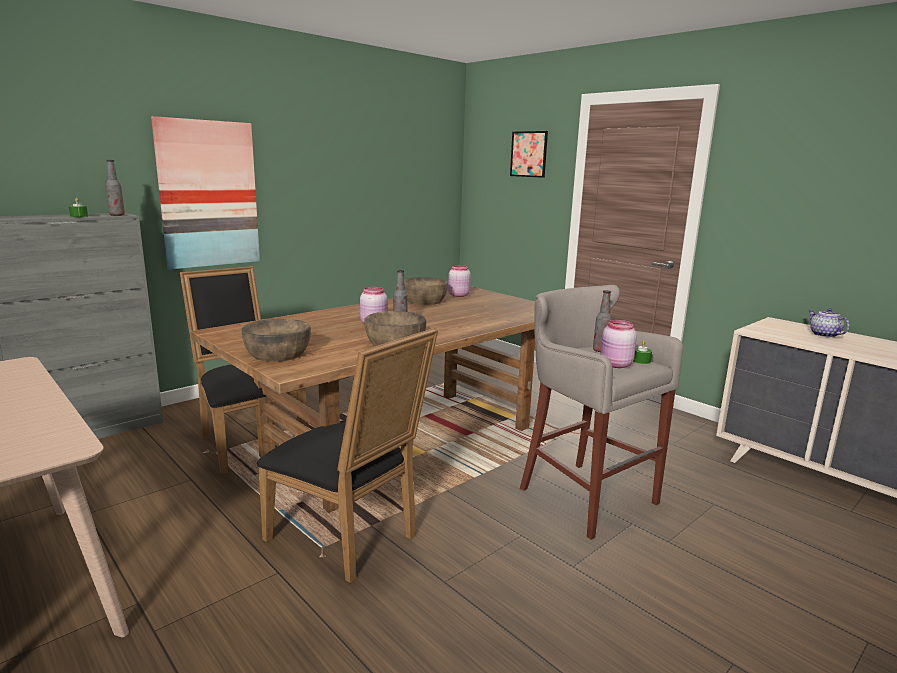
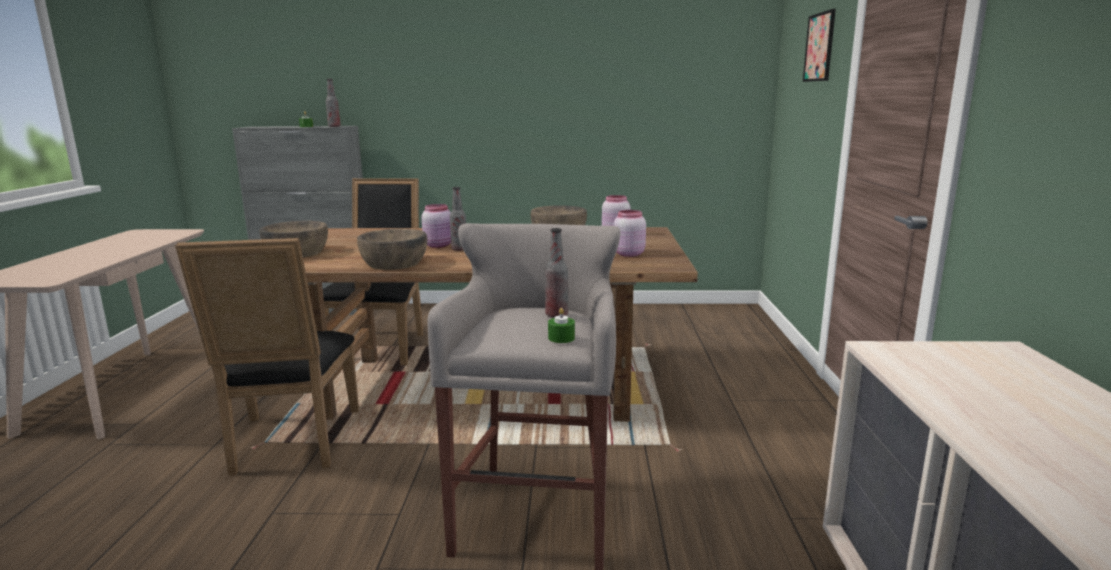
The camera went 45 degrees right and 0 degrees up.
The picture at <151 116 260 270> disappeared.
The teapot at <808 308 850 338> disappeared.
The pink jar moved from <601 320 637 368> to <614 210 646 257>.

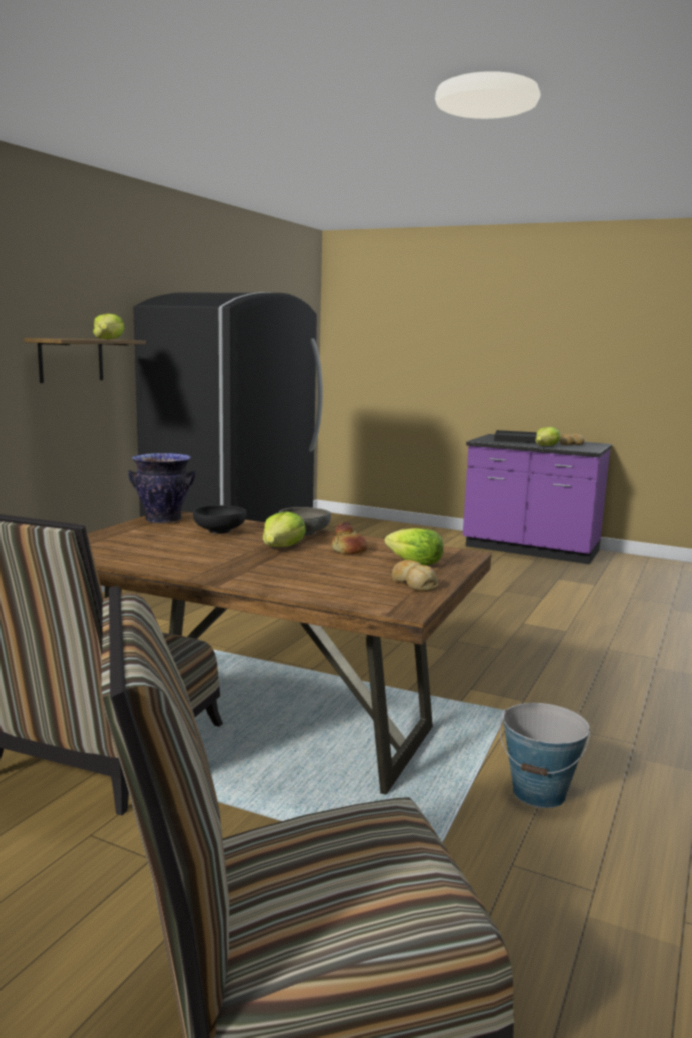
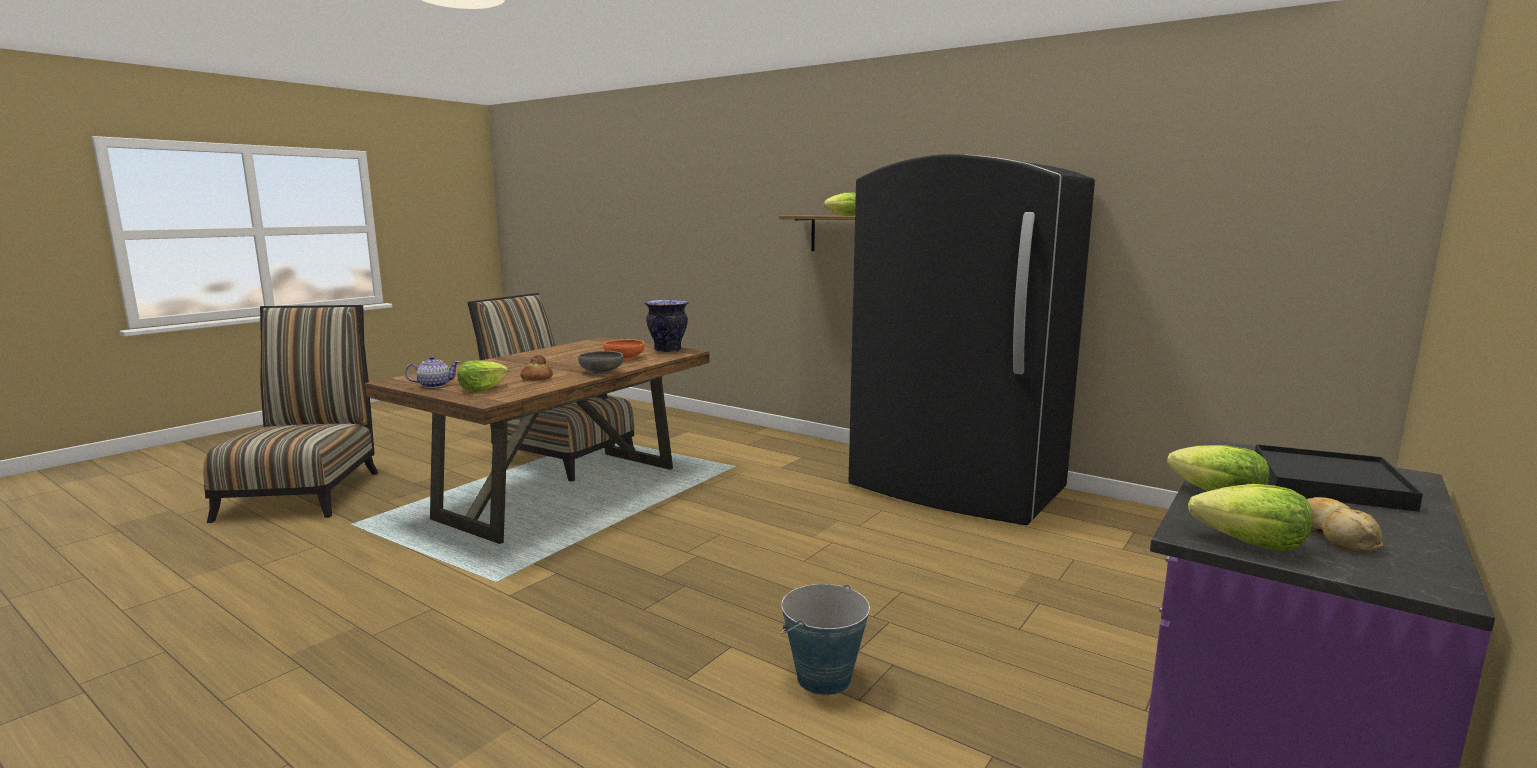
The camera went 100 degrees right and 0 degrees up.
The black bowl at <193 505 246 534> became the orange bowl at <603 339 645 360>.
The lettuce moved from <263 511 306 547> to <1188 484 1313 551>.
The bread at <392 560 438 592> was replaced by the teapot at <405 356 460 388>.
The bucket moved from <500 703 590 808> to <781 584 870 695>.

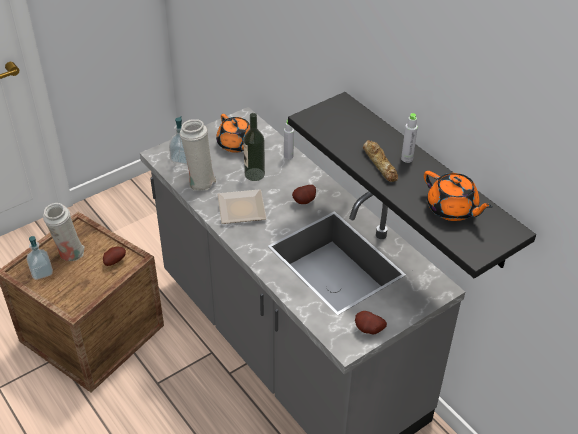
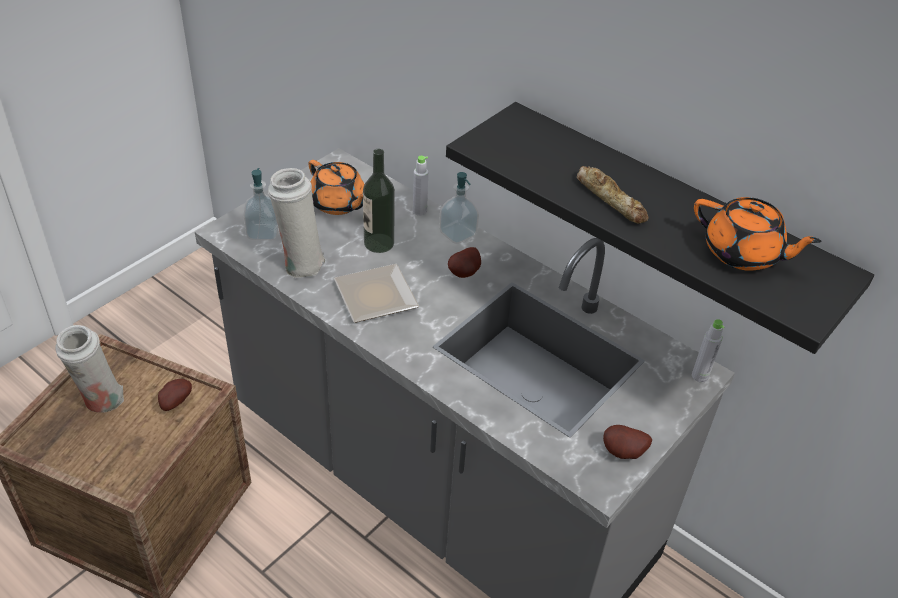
The camera went 15 degrees left and 0 degrees up.
The grey bottle moved from <401 113 418 163> to <692 319 724 383>.
The soap dispenser moved from <26 236 53 280> to <439 172 479 244>.

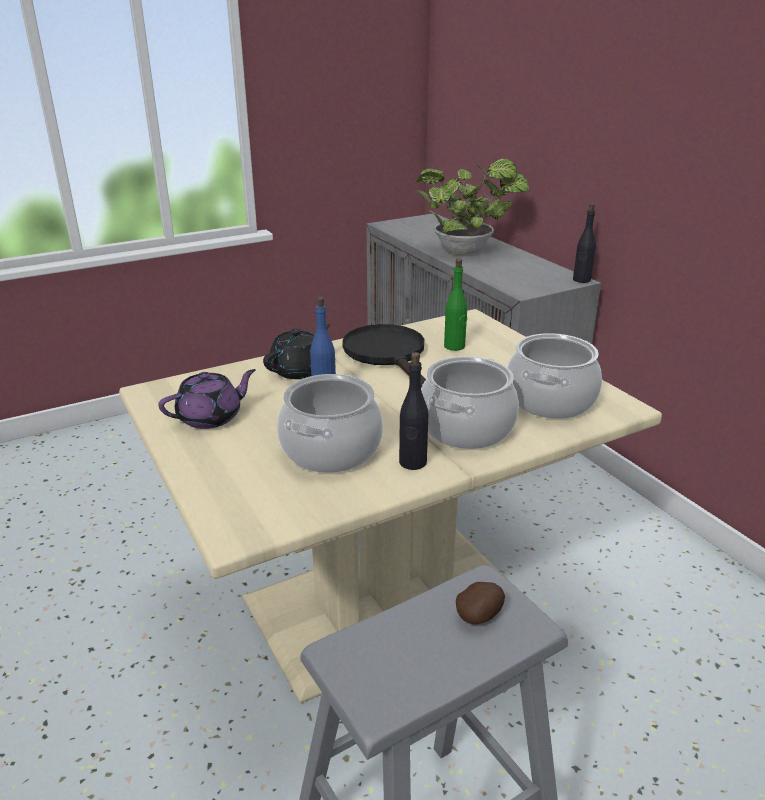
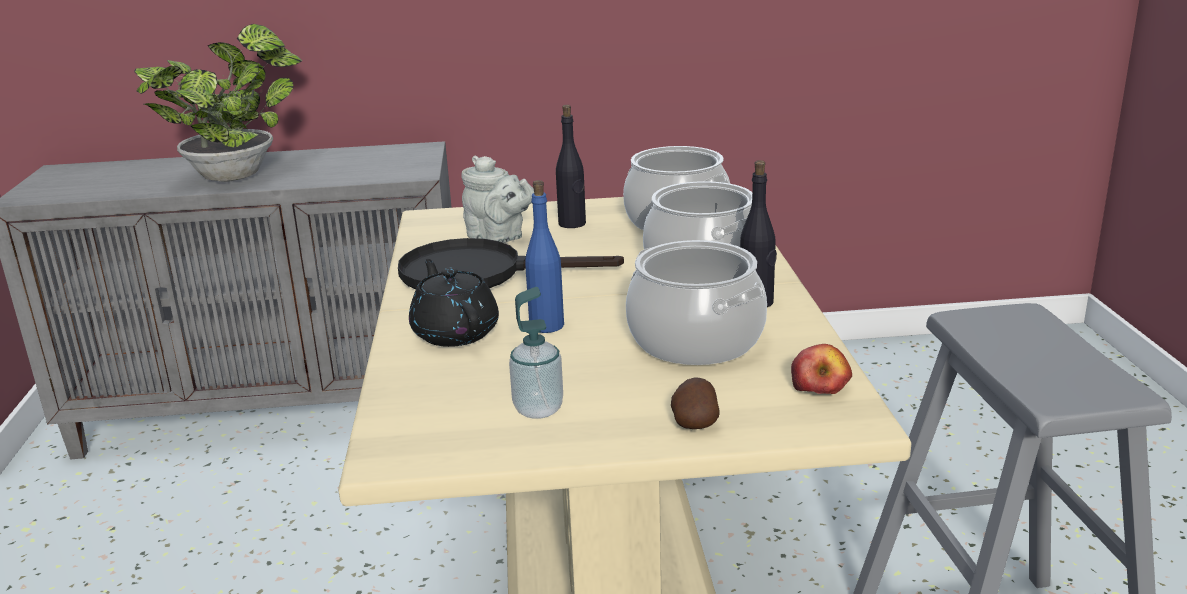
The camera went 65 degrees left and 5 degrees down.
The black bottle moved from <573 203 596 283> to <556 105 586 228>.
The green bottle at <444 258 467 351> was replaced by the grey teapot at <461 156 534 243>.
The purple teapot at <158 369 256 429> was replaced by the soap dispenser at <509 287 563 419>.
The potato moved from <456 582 505 624> to <671 378 720 429>.
The apple at <791 344 852 394> appeared.

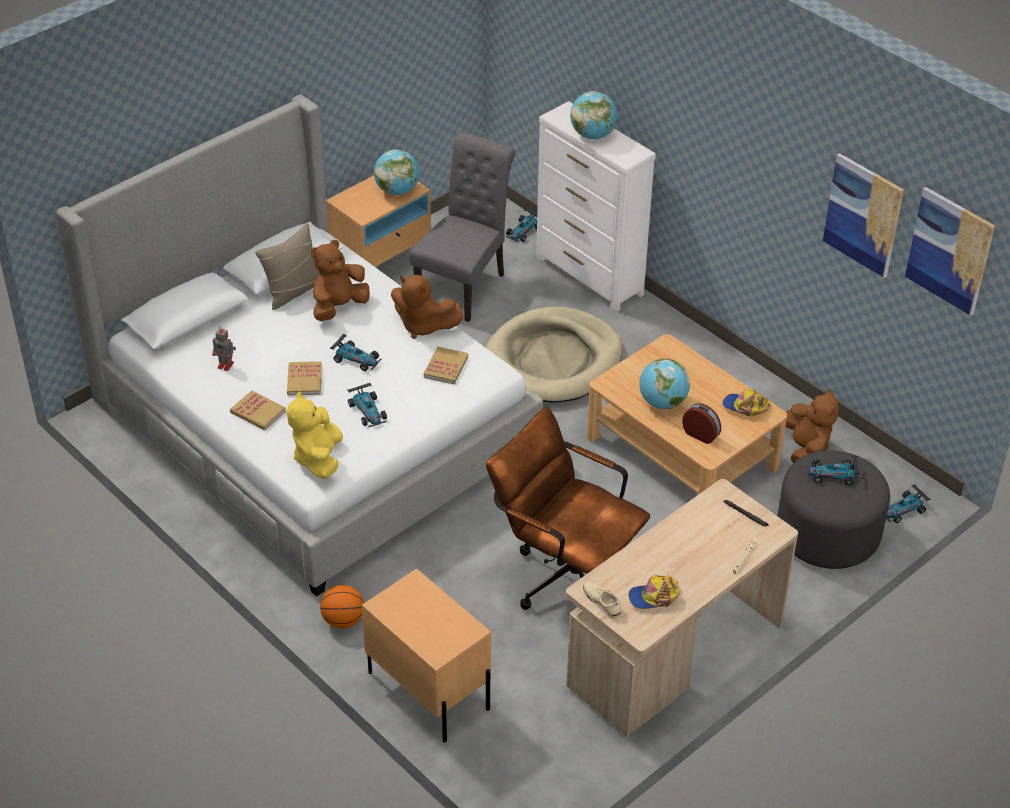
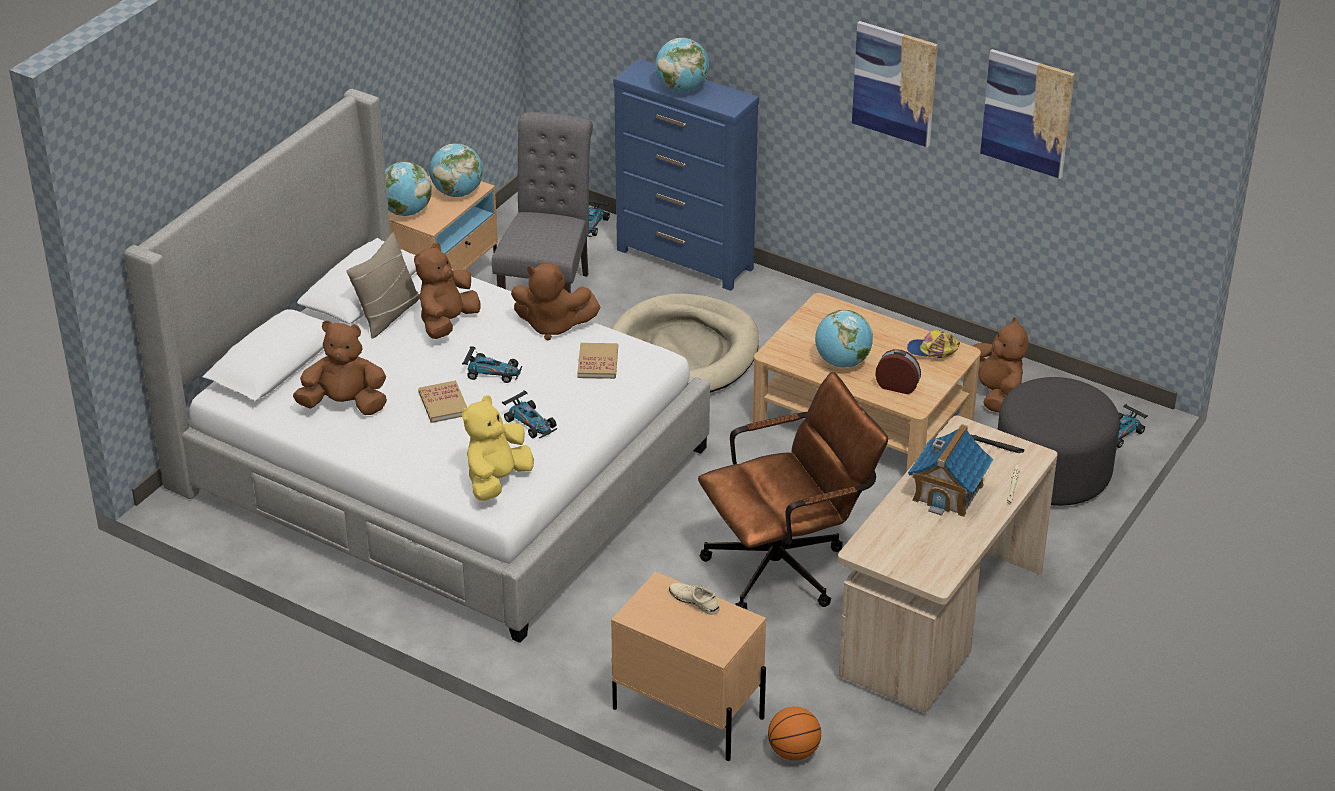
The camera went 15 degrees left and 5 degrees down.
The white dresser at <536 101 656 312> became the blue dresser at <613 59 759 291>.
The picture moved from <905 187 995 316> to <852 21 938 147>.
The toy robot at <212 327 236 371> was replaced by the brown plush toy at <293 320 387 415>.
The book at <230 390 286 430> disappeared.
The yellow plush toy at <287 392 343 479> turned 45 degrees clockwise.
The brown office chair at <486 406 650 610> turned 135 degrees clockwise.
The toy car at <807 455 860 486> disappeared.
The cap at <629 575 680 609> disappeared.
The beige shoe moved from <583 582 622 619> to <669 583 720 615>.
The basketball moved from <320 585 364 629> to <768 707 821 761>.
The globe at <385 162 432 216> appeared.
The toy house at <908 424 993 517> appeared.

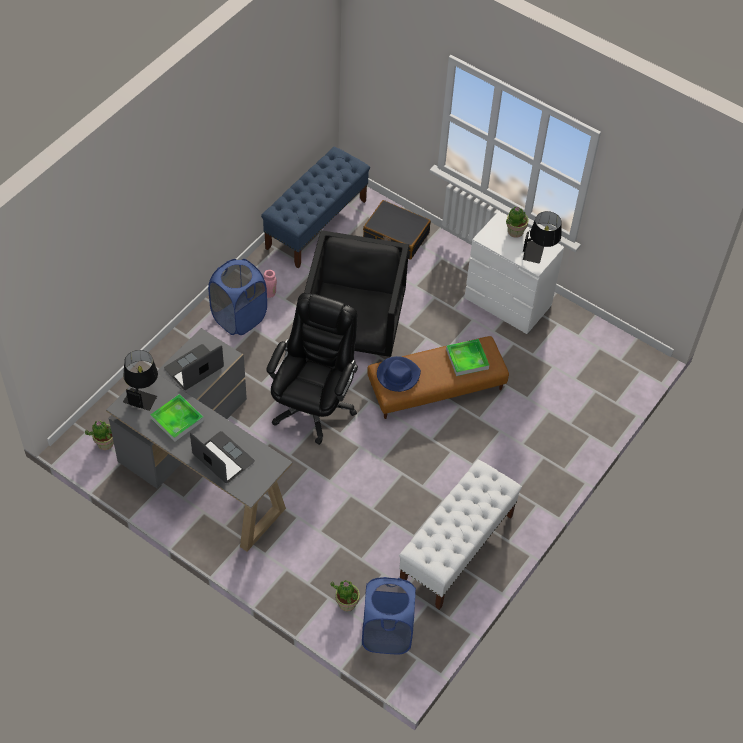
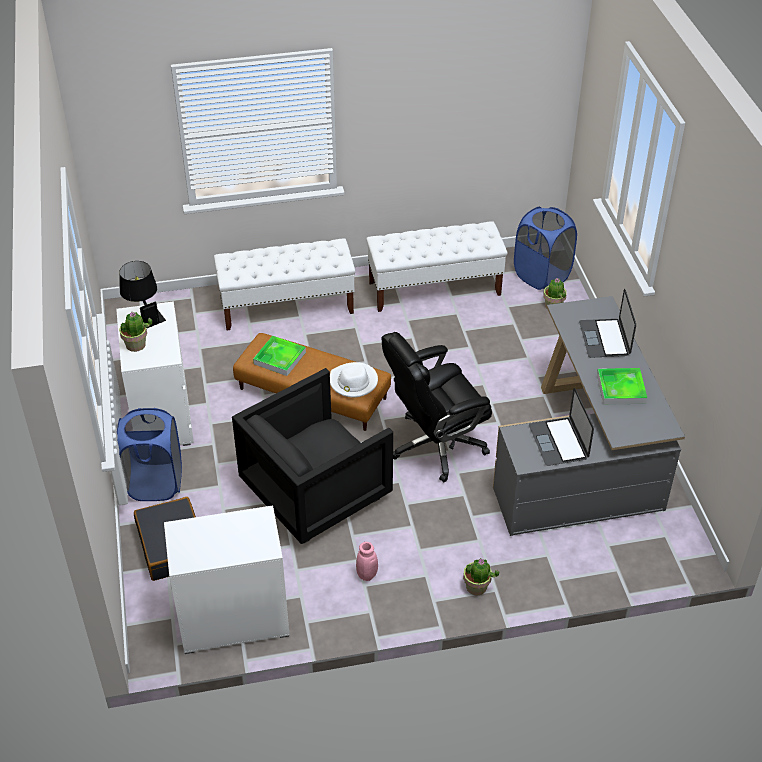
The camera went 135 degrees left and 10 degrees down.
The blue bench at <261 147 370 268> was replaced by the white dresser at <164 505 289 654>.
The blue laundry basket moved from <208 259 267 335> to <117 408 182 501>.
The laptop at <164 344 224 390> turned 75 degrees clockwise.
The black table lamp at <123 350 158 411> disappeared.
The blue hat at <377 356 421 392> became the white hat at <330 362 378 398>.
The potted plant moved from <85 420 114 450> to <463 558 499 596>.
The white bench at <214 238 355 331> appeared.

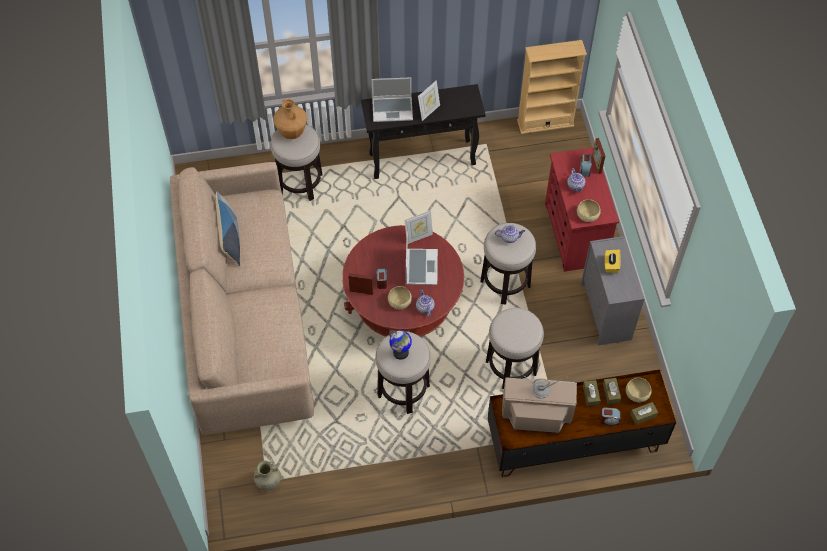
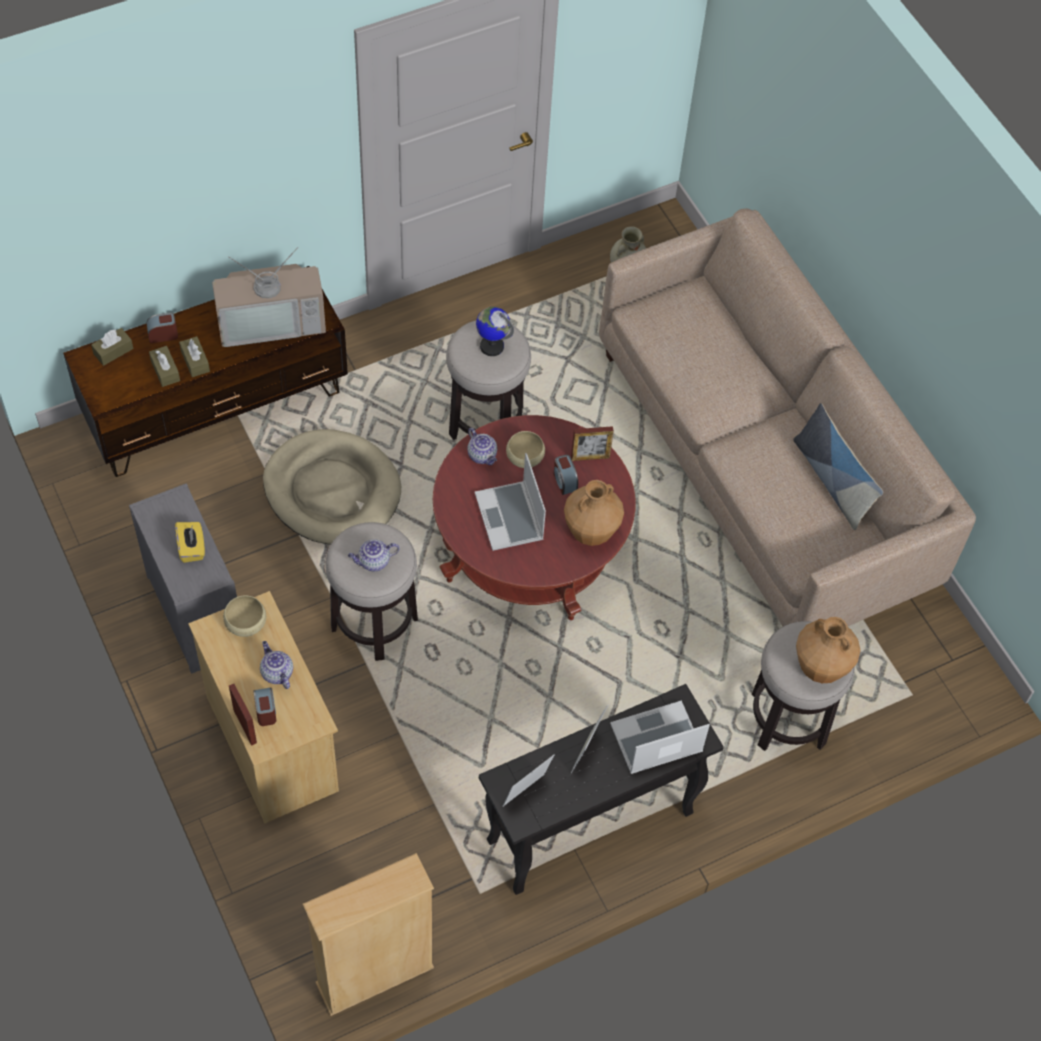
The camera went 160 degrees right and 0 degrees up.
The red dresser at <545 147 619 272> became the beige dresser at <188 591 339 823>.
The picture frame moved from <404 210 433 244> to <502 755 554 807>.
The stool at <486 308 544 389> was replaced by the beige dog bed at <263 429 401 544>.
The beige bowl at <626 378 652 402> disappeared.
The brown vase at <564 480 624 546> appeared.

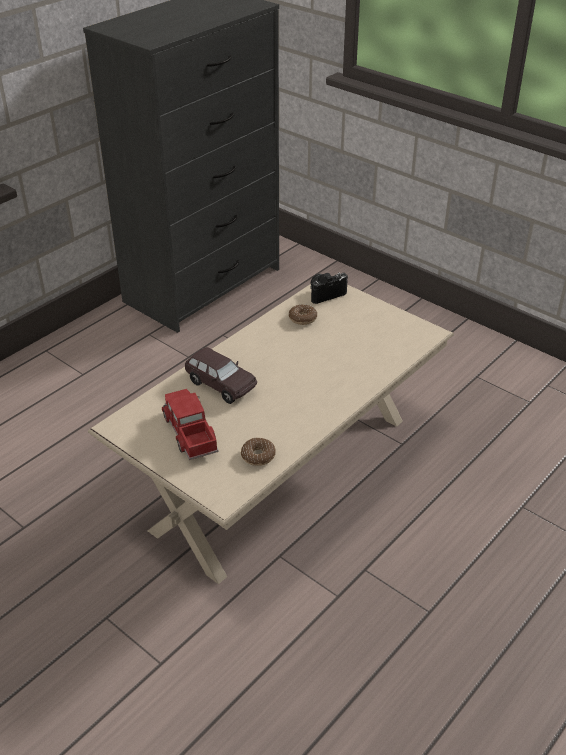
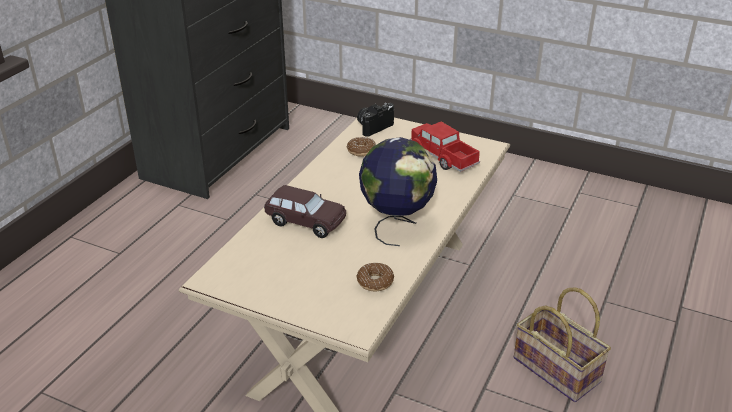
The camera went 15 degrees left and 5 degrees down.
The toy truck moved from <162 389 219 460> to <410 121 480 172>.
The globe at <359 137 437 246> appeared.
The basket at <514 287 611 402> appeared.

